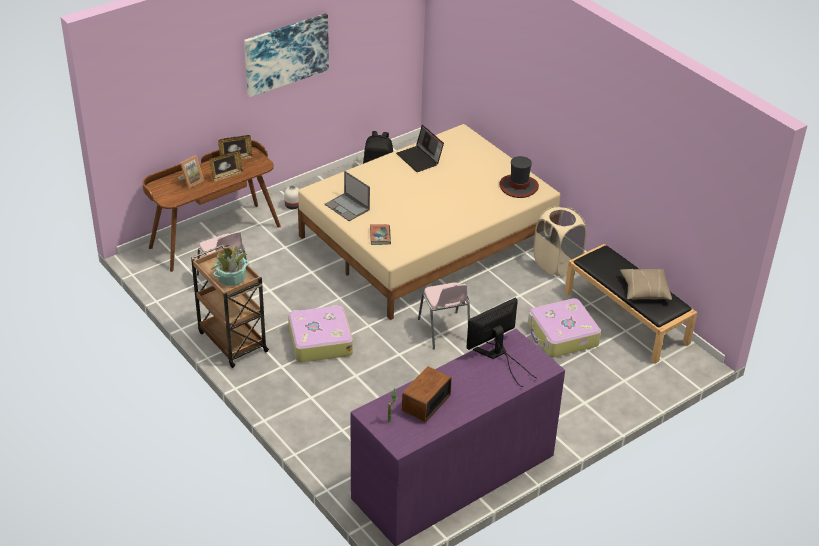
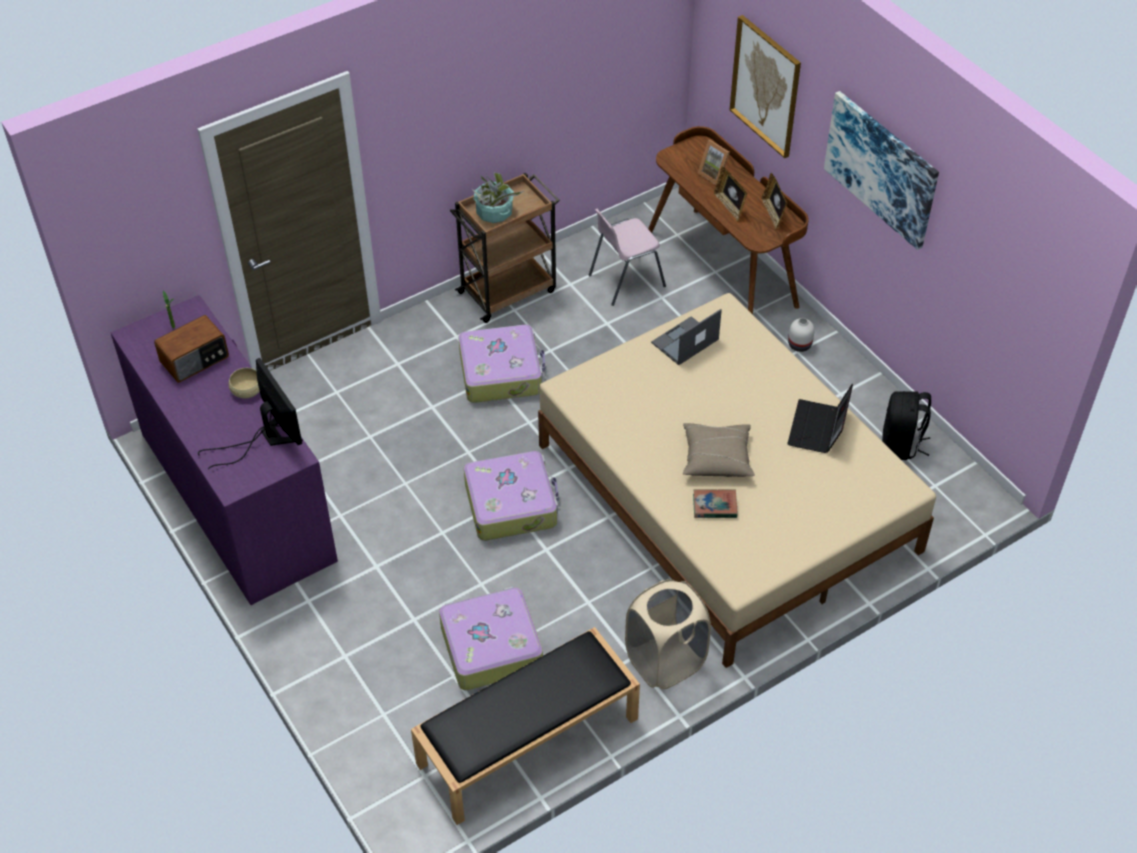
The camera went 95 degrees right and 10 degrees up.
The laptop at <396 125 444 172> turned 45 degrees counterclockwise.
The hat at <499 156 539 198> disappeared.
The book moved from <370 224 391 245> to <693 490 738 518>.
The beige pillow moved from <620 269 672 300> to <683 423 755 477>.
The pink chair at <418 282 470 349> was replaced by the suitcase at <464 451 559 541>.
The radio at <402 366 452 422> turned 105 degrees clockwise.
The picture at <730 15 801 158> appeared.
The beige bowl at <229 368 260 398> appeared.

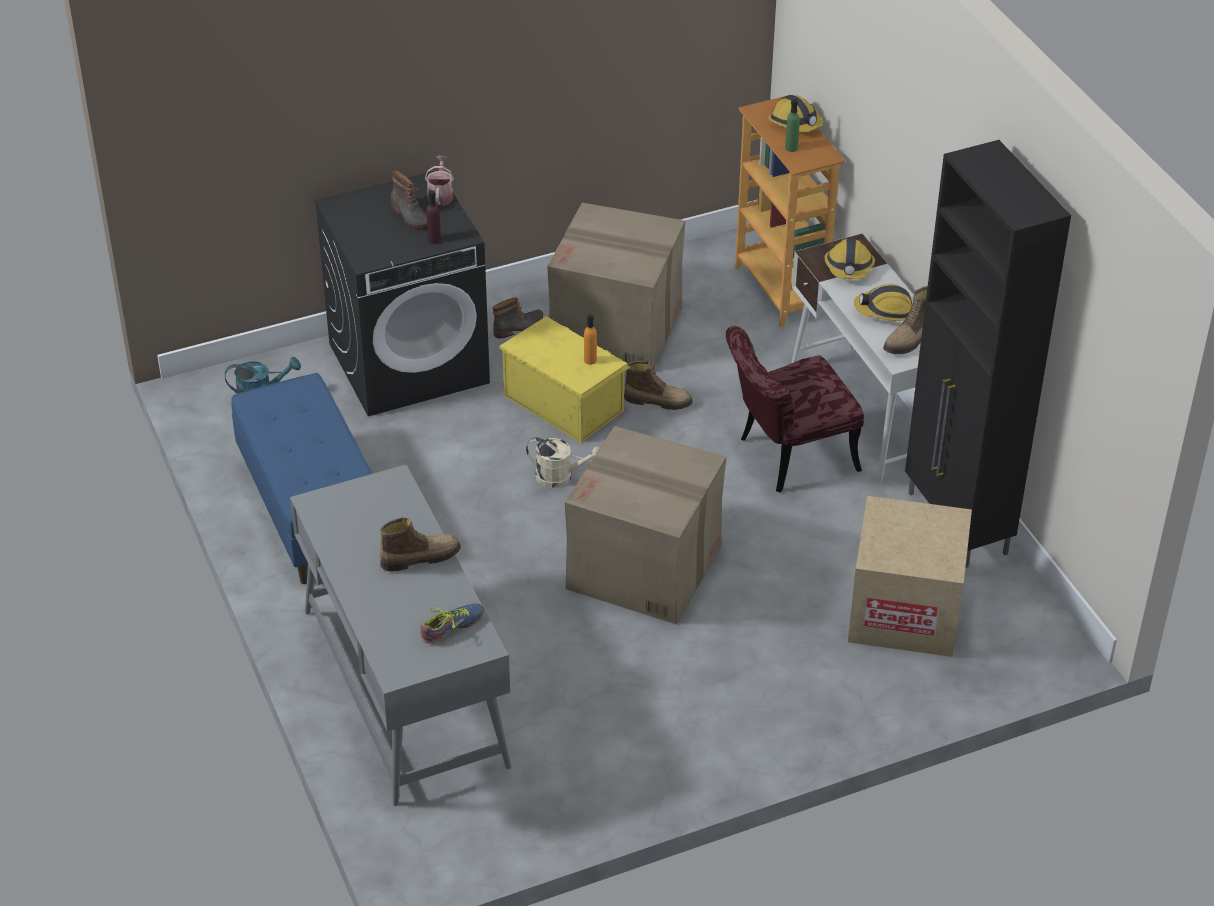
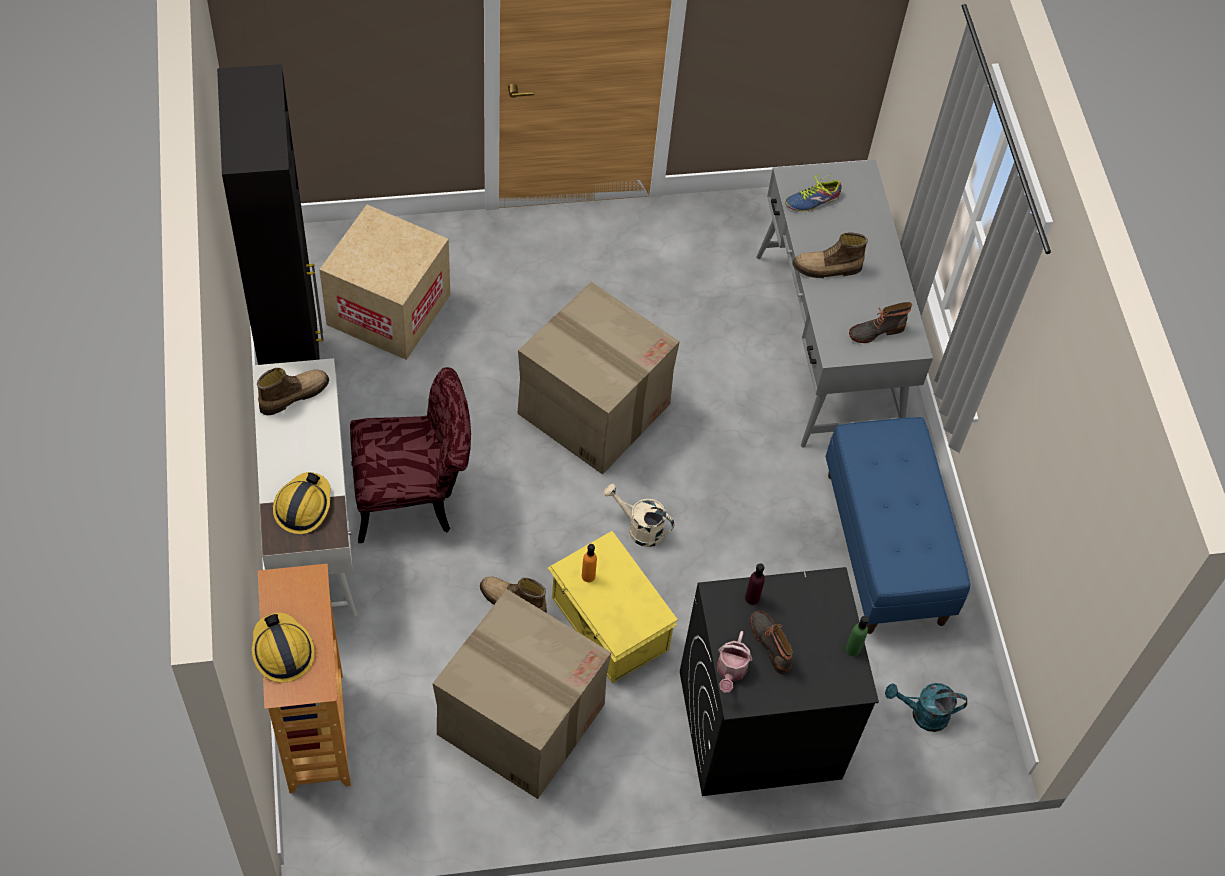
The camera went 170 degrees left and 15 degrees up.
The green bottle moved from <785 99 800 152> to <846 616 869 656>.
The hard hat at <854 284 912 321> disappeared.
The boot moved from <493 298 543 339> to <849 302 912 343>.

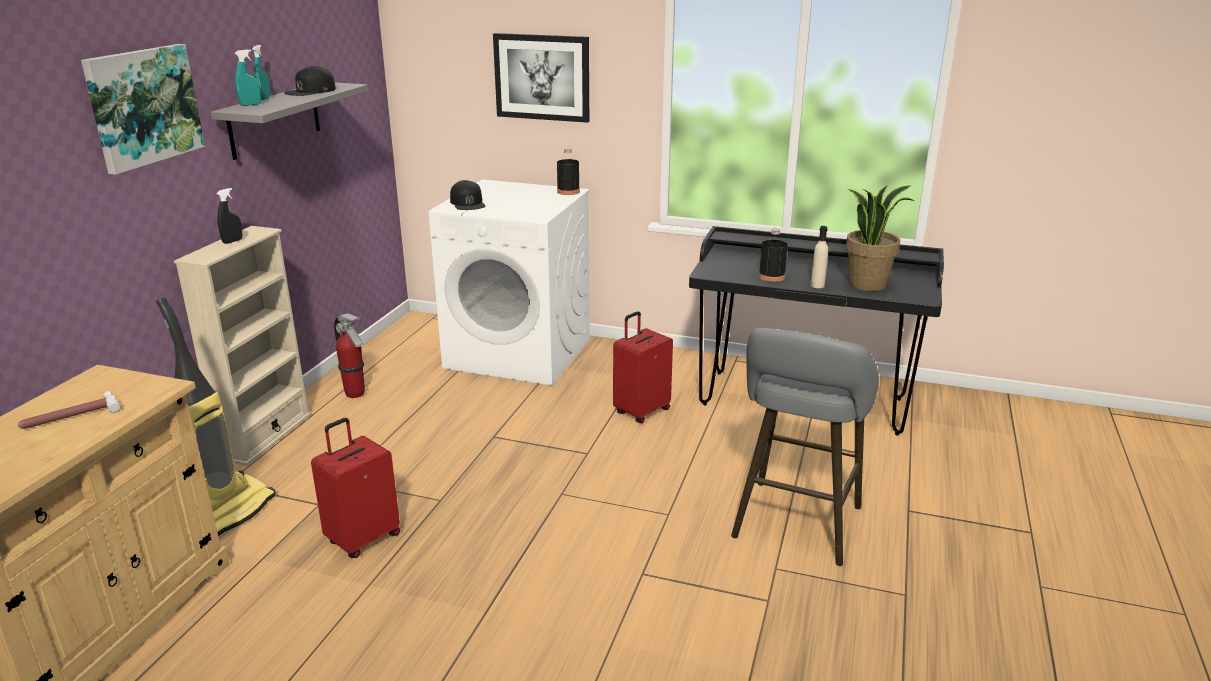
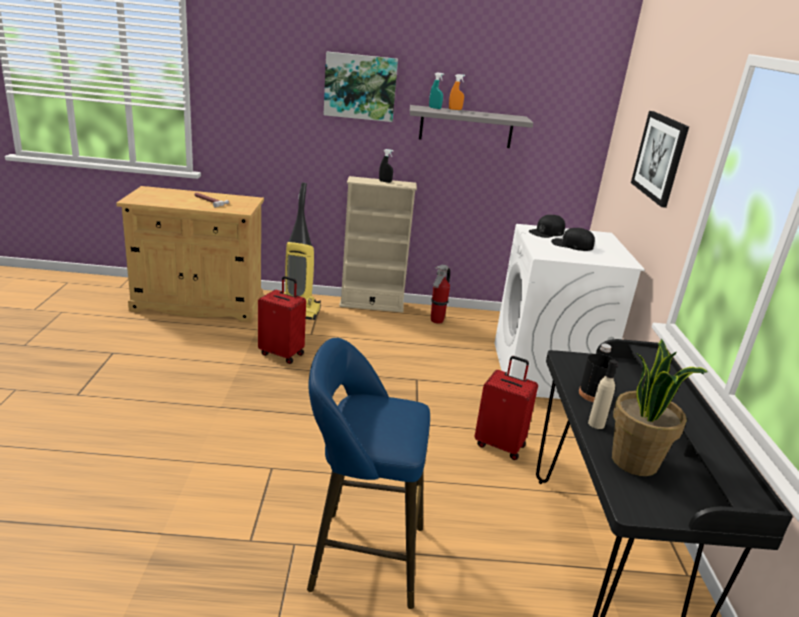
The camera went 70 degrees right and 0 degrees up.
The turquoise spray bottle at <252 45 271 100> became the orange spray bottle at <449 74 465 110>.
The black cap moved from <284 66 336 96> to <551 228 595 251>.
The black bottle at <557 148 580 195> disappeared.
The grey stool at <731 328 879 566> became the blue stool at <307 338 430 609>.

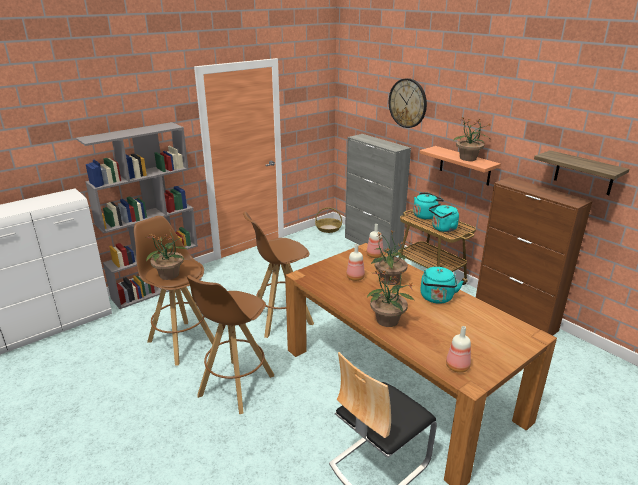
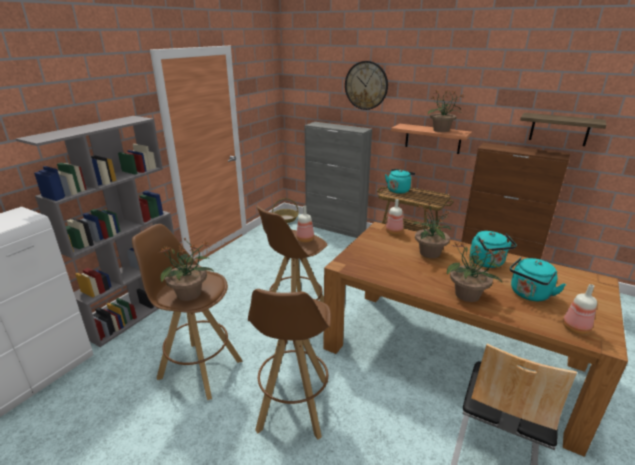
The camera went 20 degrees left and 0 degrees up.
The turquoise kettle moved from <429 203 459 232> to <510 257 566 301>.
The bottle moved from <346 244 365 281> to <296 206 314 242>.

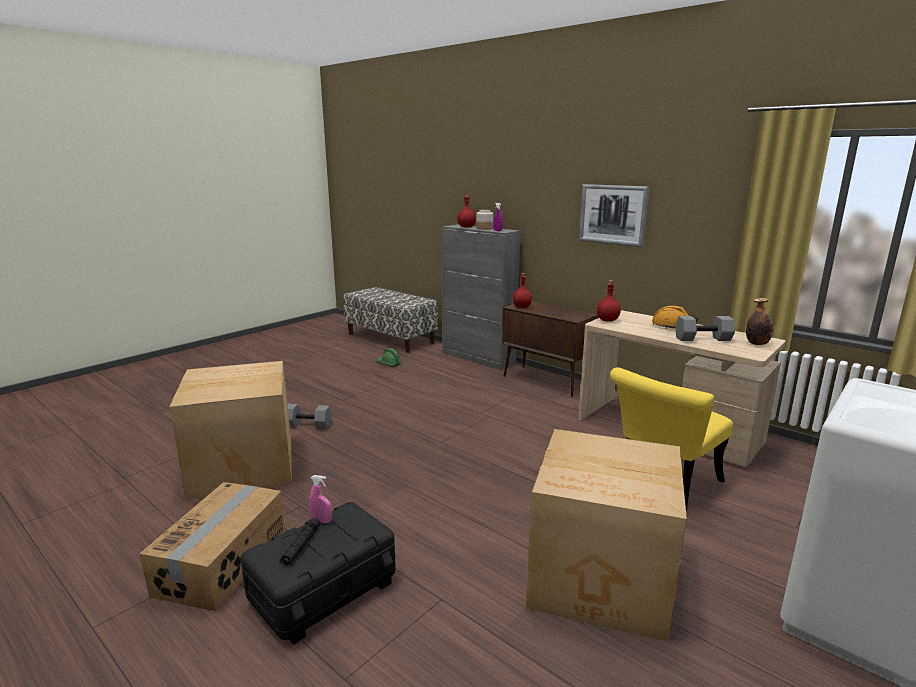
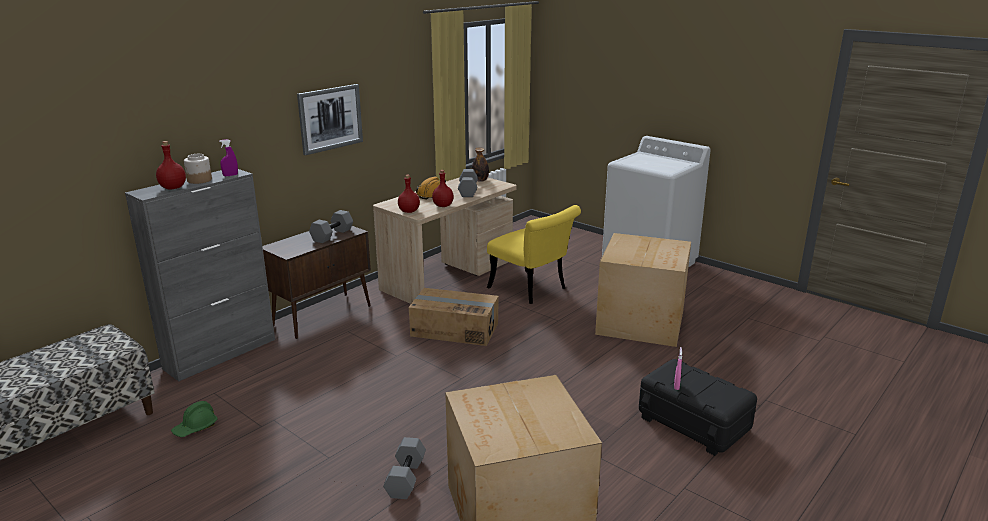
The camera went 90 degrees left and 5 degrees up.
The red bottle moved from <513 273 532 308> to <432 170 454 207>.
The cardboard box moved from <139 482 285 611> to <409 288 499 346>.
The black flashlight at <280 518 320 565> disappeared.
The grey dumbbell at <309 210 353 243> appeared.

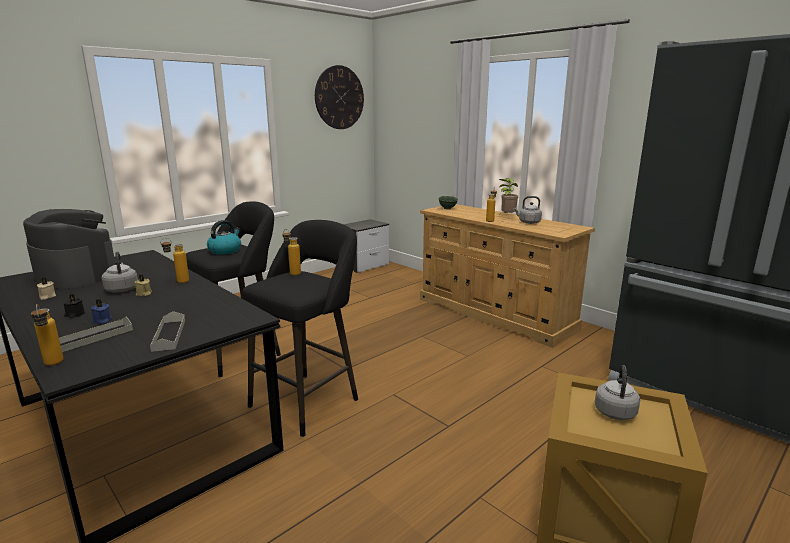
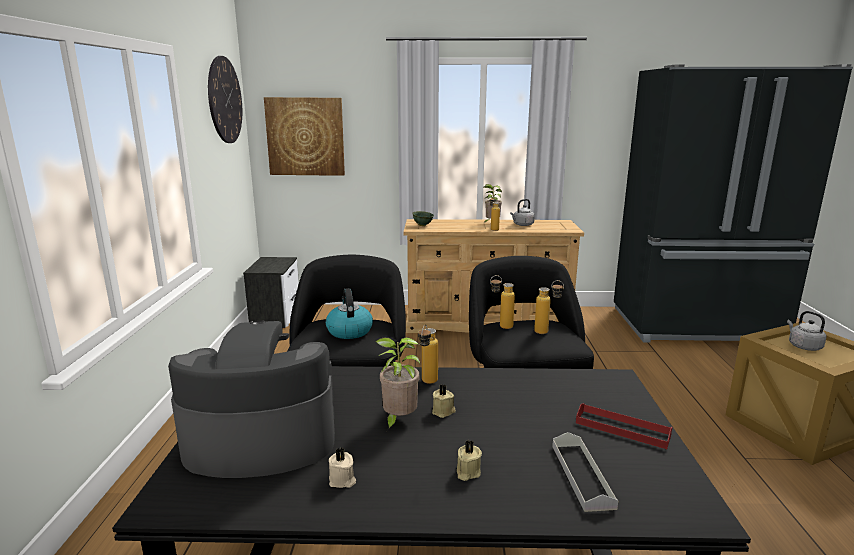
The camera went 45 degrees left and 0 degrees up.
The grey kettle at <101 251 138 292> was replaced by the potted plant at <375 337 420 432>.
The black candle at <64 294 85 318> became the beige candle at <457 440 482 481>.
The blue candle at <91 299 112 324> disappeared.
The bottle moved from <31 304 63 365> to <534 280 564 334>.
The grey tray at <150 311 185 352> became the red tray at <576 403 672 449>.
The picture at <264 97 345 176> appeared.

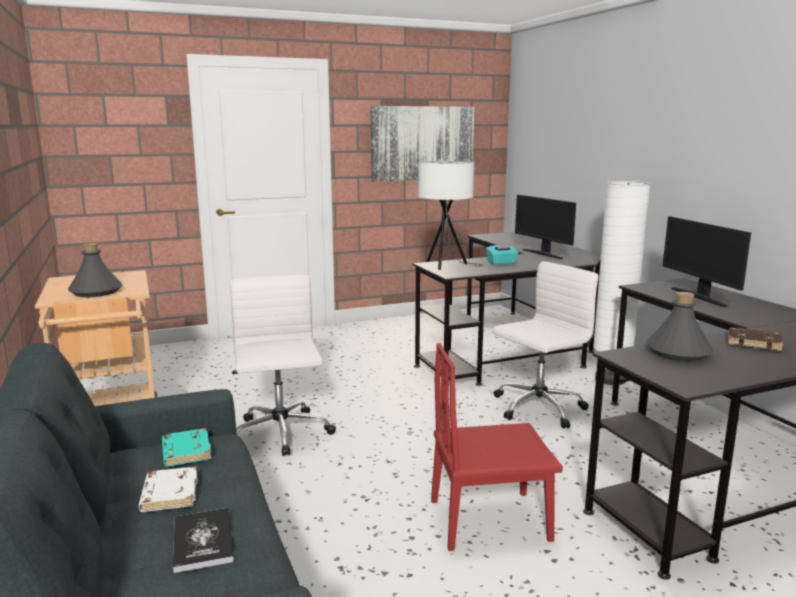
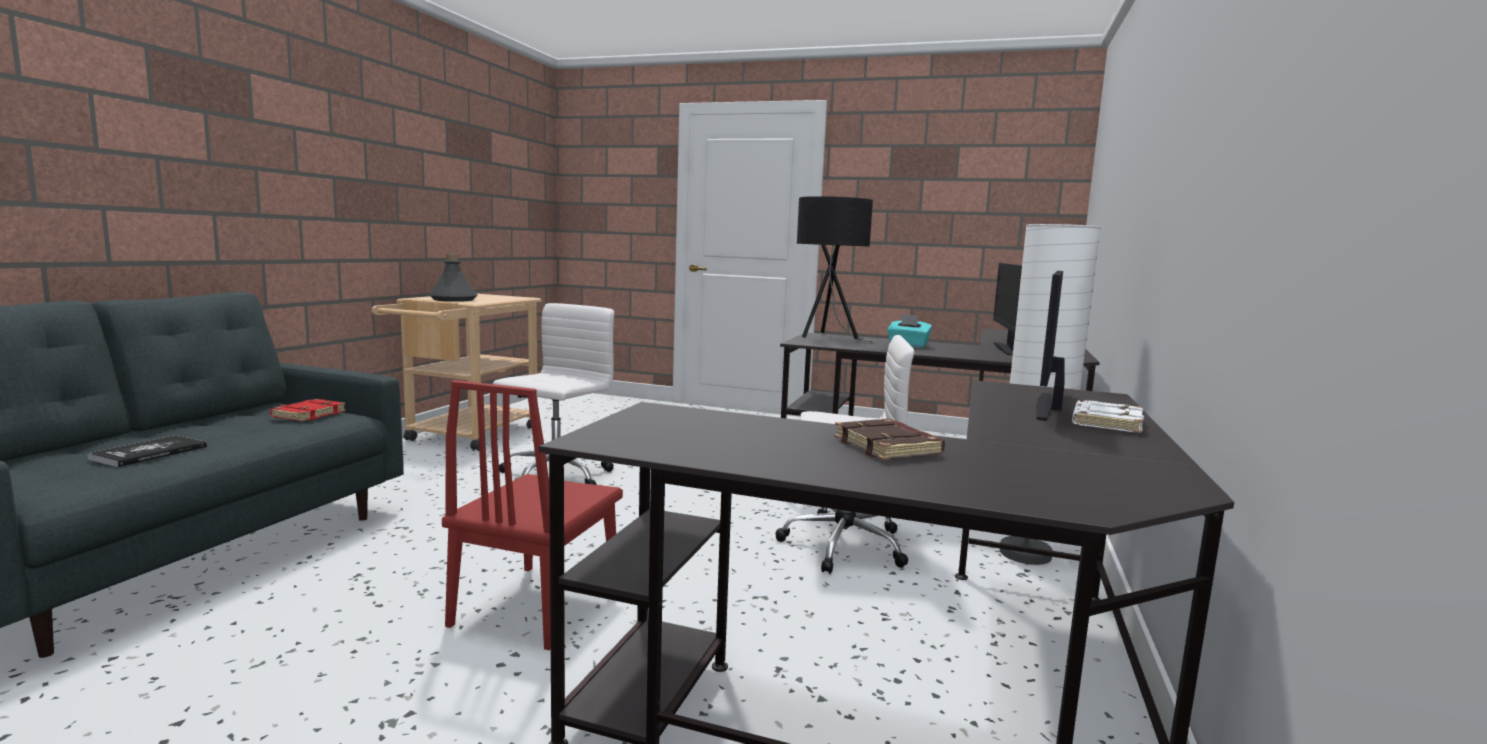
The camera went 40 degrees right and 5 degrees down.
The picture at <371 106 474 182> disappeared.
The white table lamp at <418 161 484 270> became the black table lamp at <797 196 876 344>.
The grey bottle at <646 292 713 361> disappeared.
The red chair at <431 343 563 551> turned 105 degrees counterclockwise.
The turquoise book at <162 428 212 466> became the red book at <270 399 346 421>.
The white book moved from <139 466 198 512> to <1072 400 1144 433>.

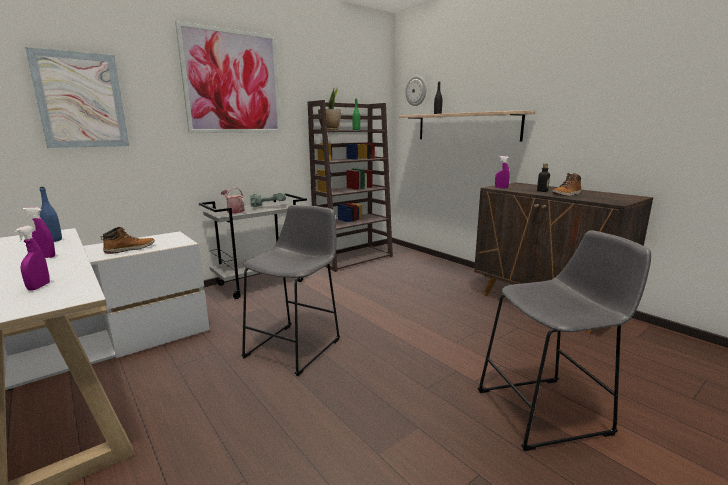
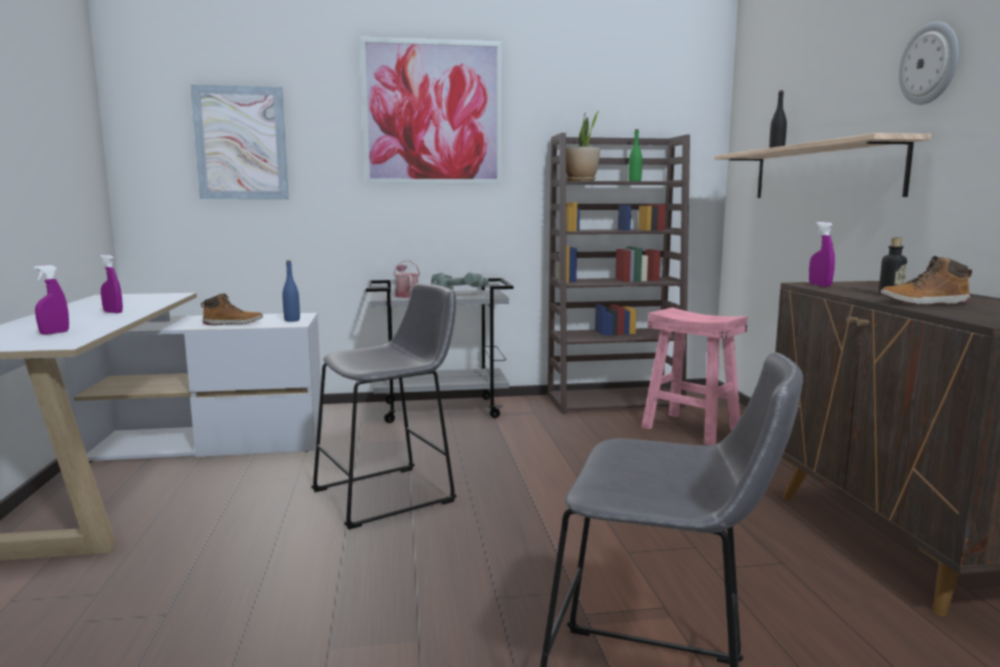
The camera went 30 degrees right and 5 degrees down.
The wall clock moved from <406 75 426 106> to <899 21 959 105>.
The blue bottle moved from <40 187 62 242> to <283 260 300 322>.
The pink stool at <641 307 748 445> appeared.

